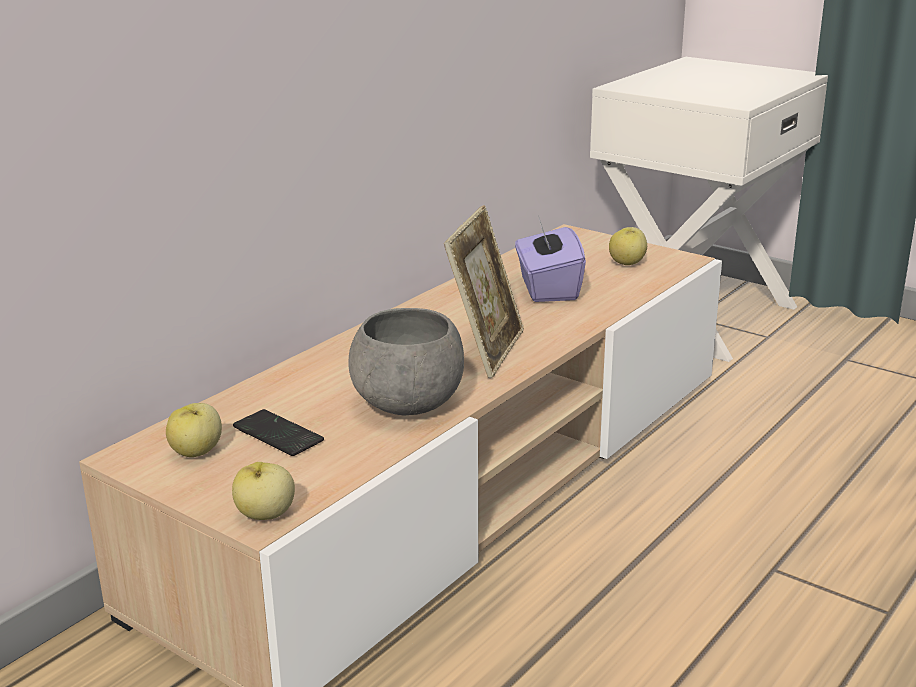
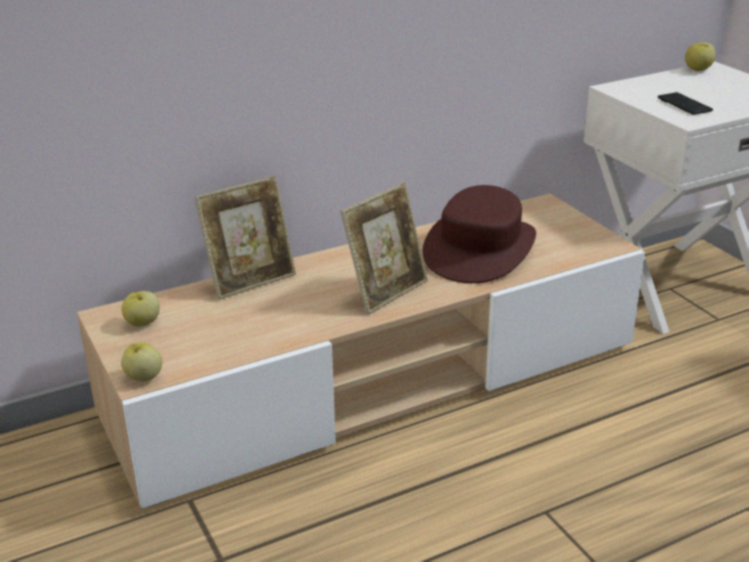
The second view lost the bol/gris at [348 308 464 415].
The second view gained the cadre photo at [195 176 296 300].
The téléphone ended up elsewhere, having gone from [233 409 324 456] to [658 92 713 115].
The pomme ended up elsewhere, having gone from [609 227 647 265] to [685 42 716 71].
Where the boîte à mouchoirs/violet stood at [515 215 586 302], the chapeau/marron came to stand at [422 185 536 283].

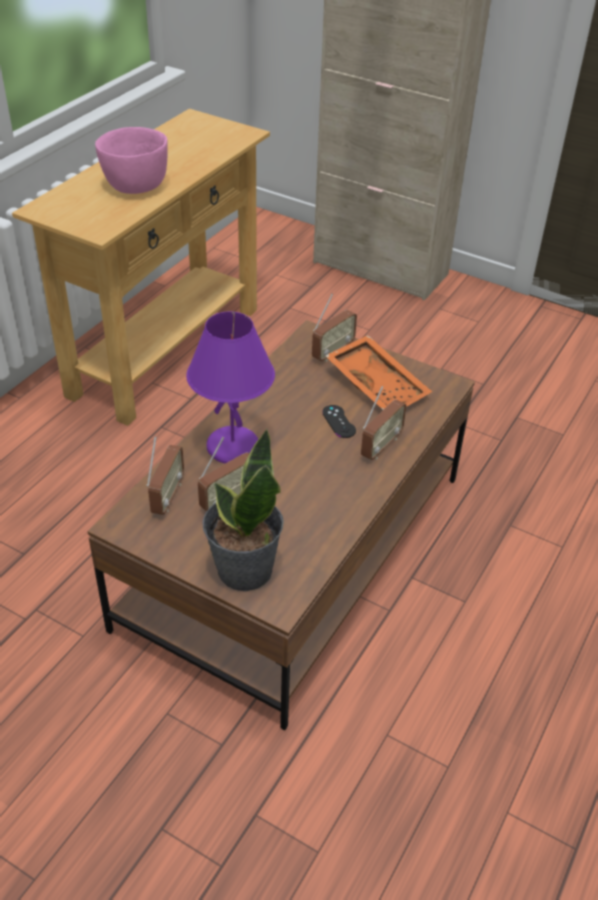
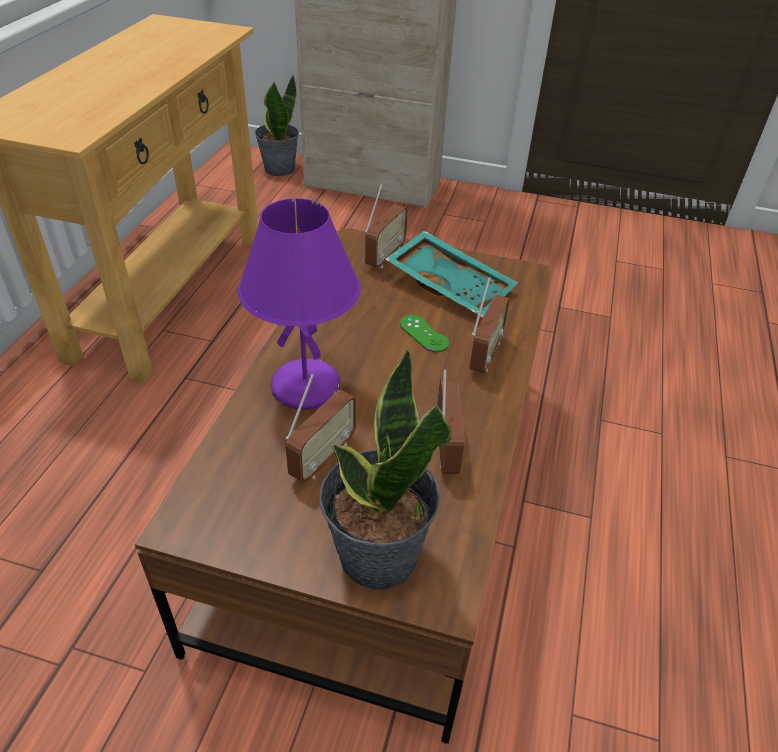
The second view lost the bol/rose at [95 127 168 194].
The second view gained the plante en pot at [255 75 299 177].
The radio ended up elsewhere, having gone from [146 436 184 515] to [437 370 464 474].
What was the manette/noir at [322 405 356 438] turned into the manette/vert at [400 315 449 352].
What was the plateau/orange at [325 335 432 410] turned into the plateau/turquoise at [385 230 518 317].

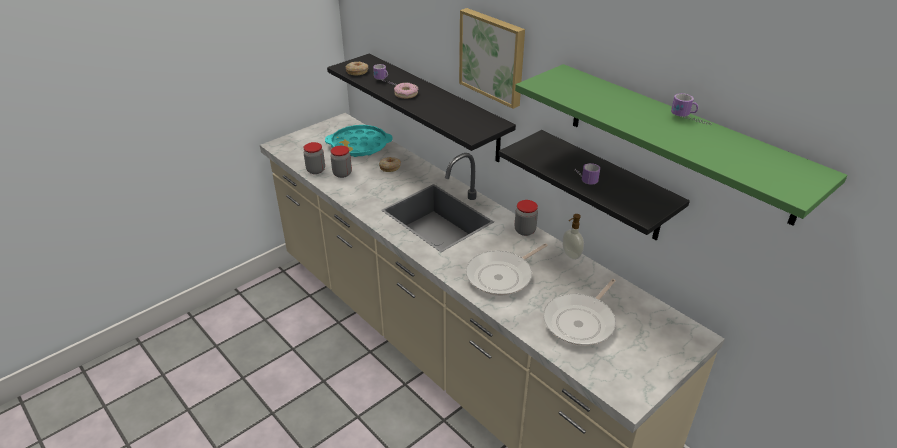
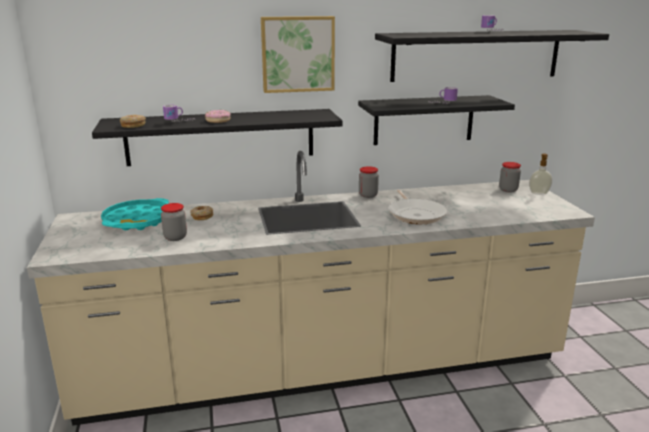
The second view lost the poêle at [543 279 616 346].
The bocal ended up elsewhere, having gone from [303 142 325 174] to [499 162 521 193].
The distributeur de savon ended up elsewhere, having gone from [562 214 584 260] to [529 154 552 195].
What was the étagère/vert at [515 64 847 226] turned into the étagère/noir at [375 30 609 82].

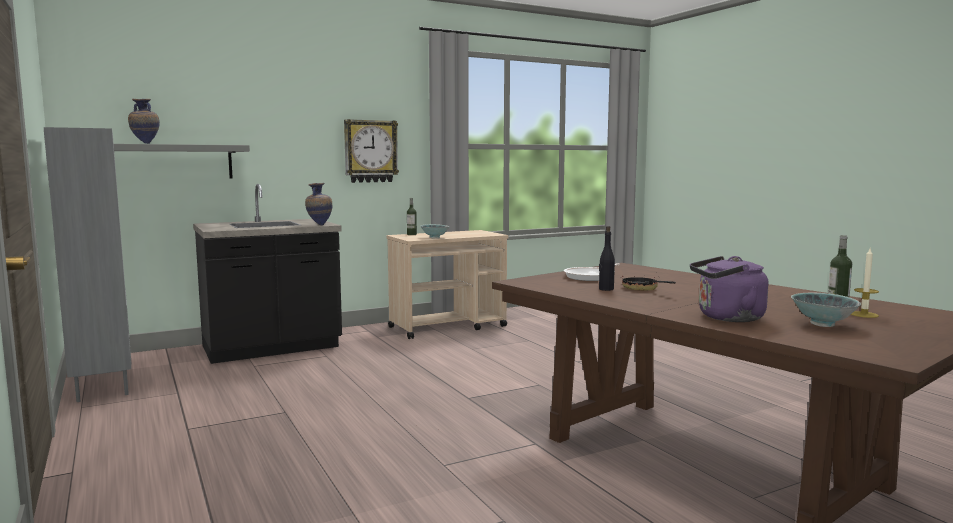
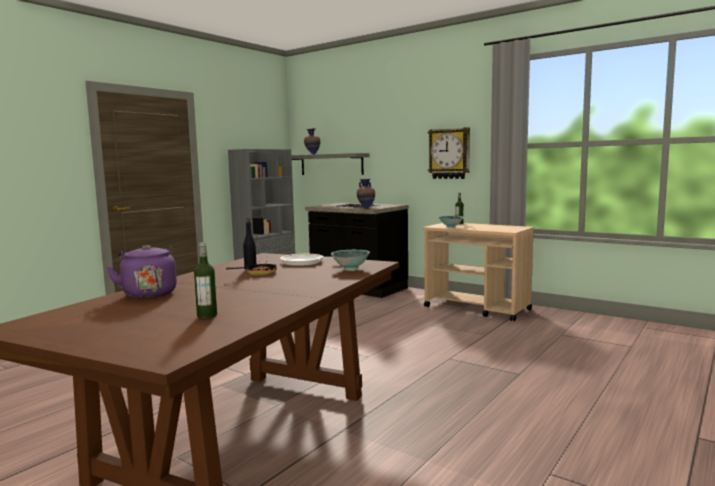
The second view lost the bougie at [851 248 879 318].
The bol ended up elsewhere, having gone from [791 293 861 327] to [331 250 370 271].

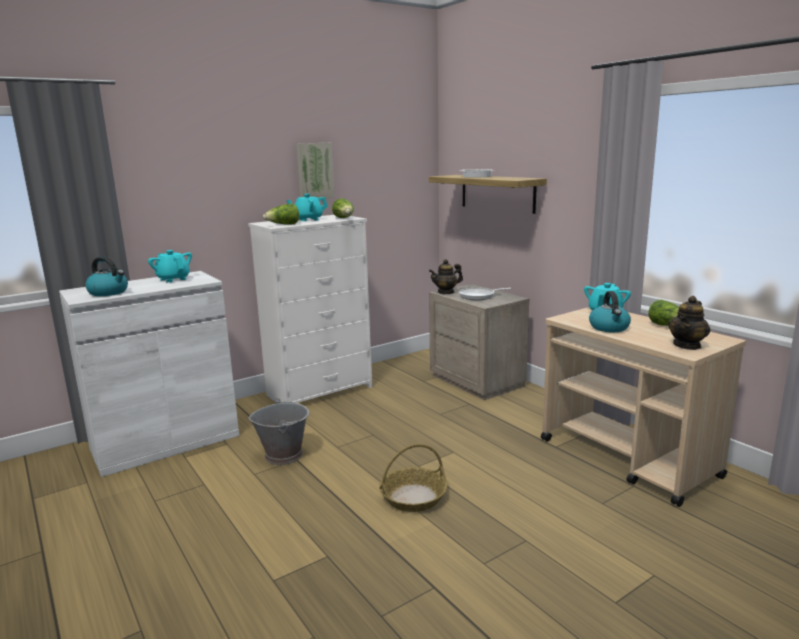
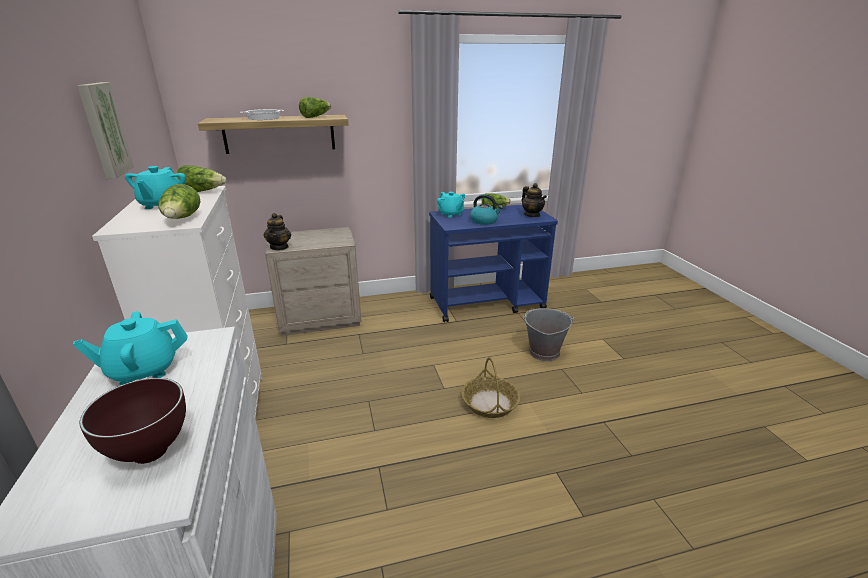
The second view lost the poêle at [459 288 511 300].
The second view gained the laitue at [299 97 331 118].
The seau/gris ended up elsewhere, having gone from [249 398 310 465] to [522 308 574 361].
Where the bouilloire stood at [85 256 128 296], the bol/marron came to stand at [80 378 186 464].
What was the chariot/beige at [541 307 746 507] turned into the chariot/bleu at [429 205 558 322].

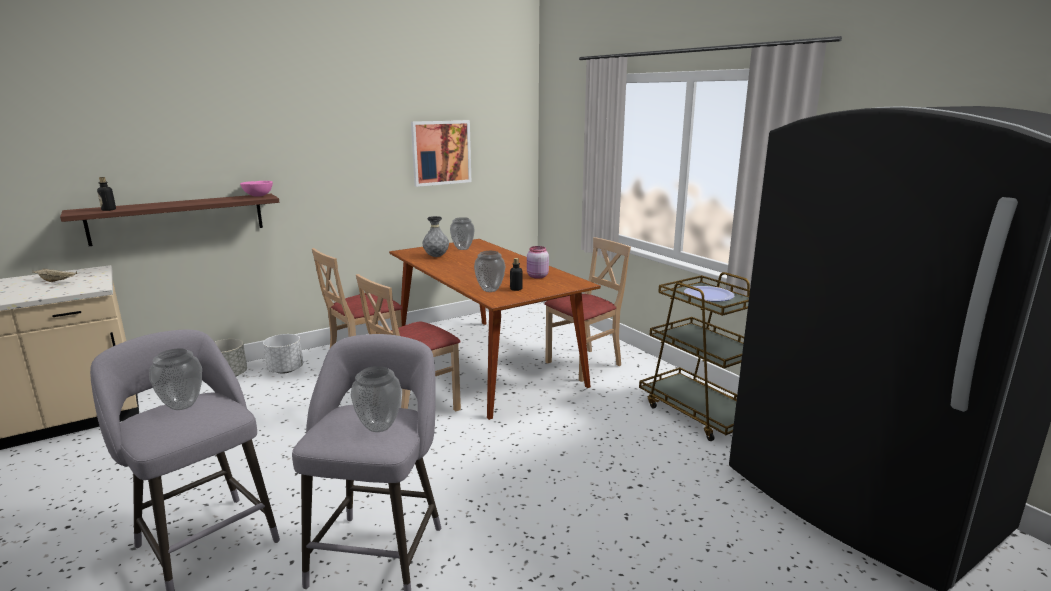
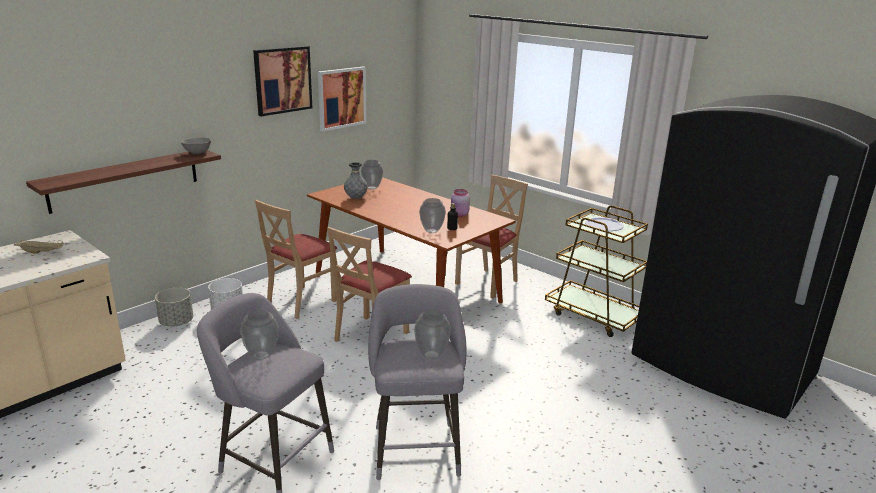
The second view lost the bouteille at [97 177 116 211].
The second view gained the tableau at [253 46 312 116].
What was the bol/rose at [240 181 273 197] turned into the bol/gris at [181 137 211 154].

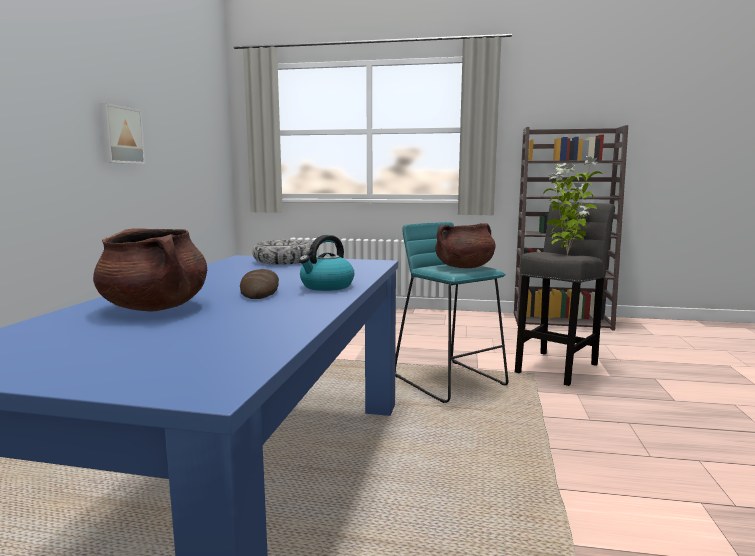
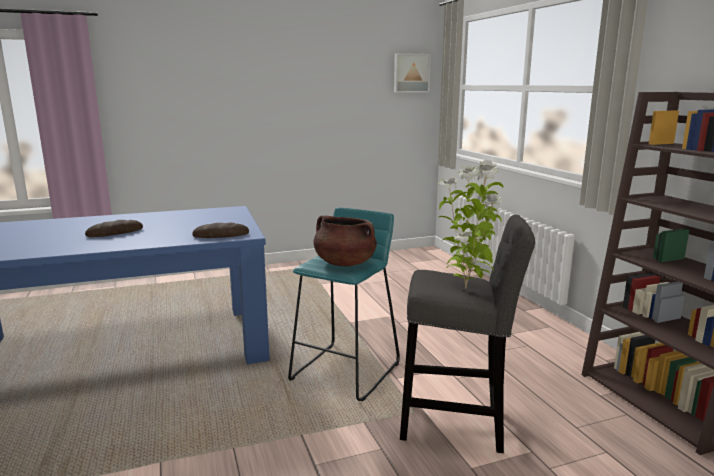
The second view lost the marmite/marron at [93 228 207 312].
The second view lost the bol at [252 240 311 265].
The second view lost the bouilloire at [299 235 354 291].
The second view gained the pain at [192 223 249 238].
The tableau ended up elsewhere, having gone from [99 103 146 164] to [394 53 431 93].

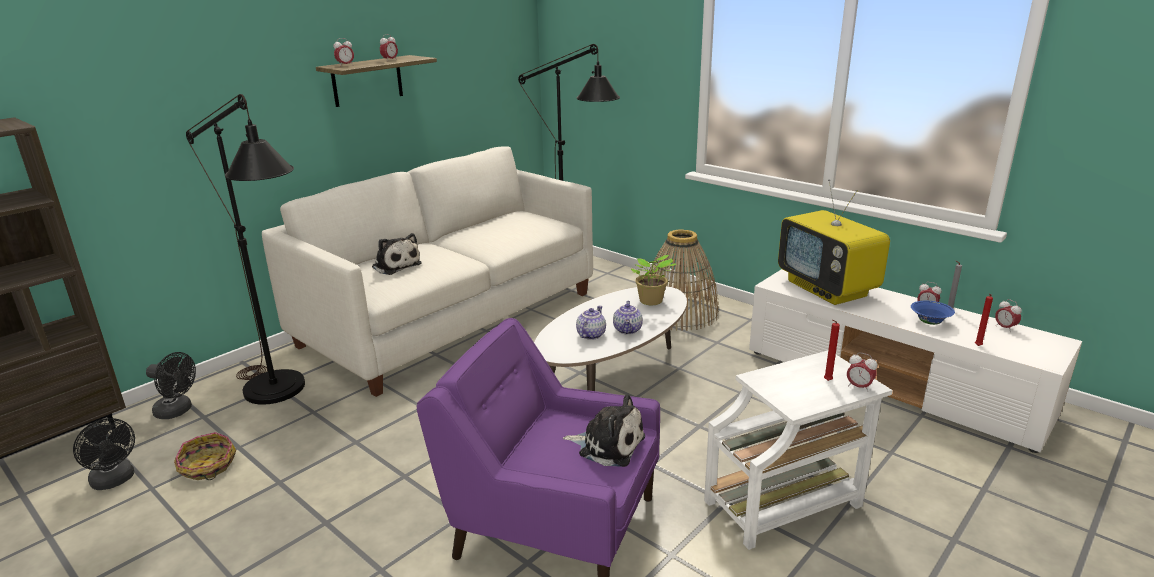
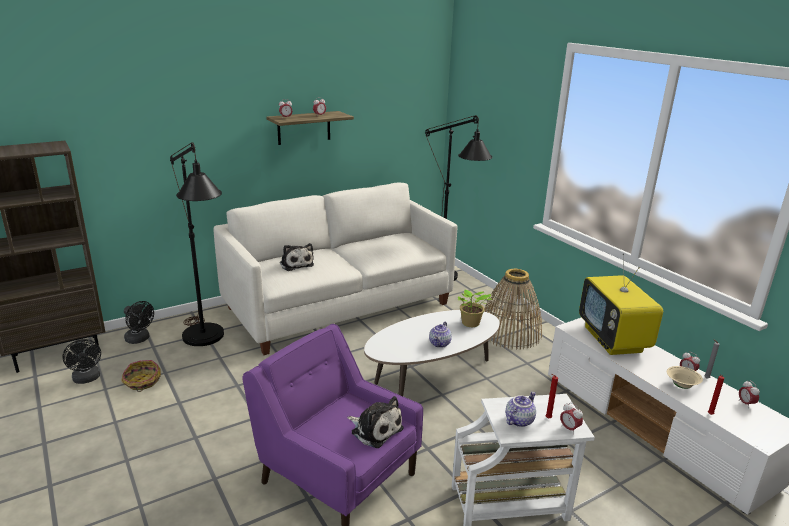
The théière ended up elsewhere, having gone from [576 306 606 340] to [506 392 536 427].
What was the bol/bleu at [911 301 955 325] turned into the bol/beige at [667 366 703 389].

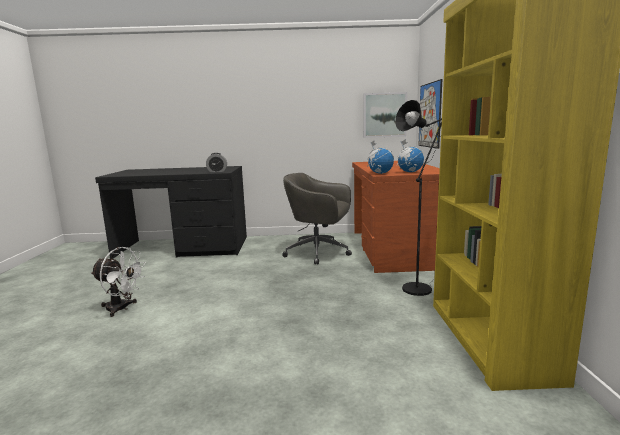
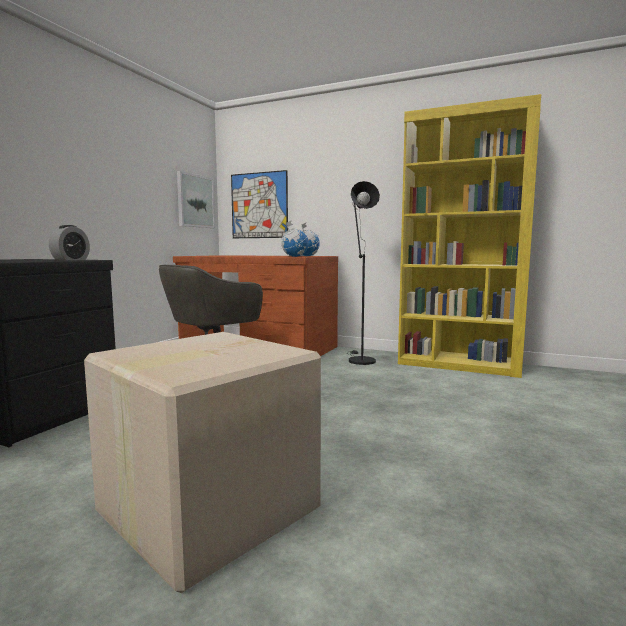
Where the ventilateur/blanc stood at [91 247 146 317], the carton came to stand at [84 332 321 593].

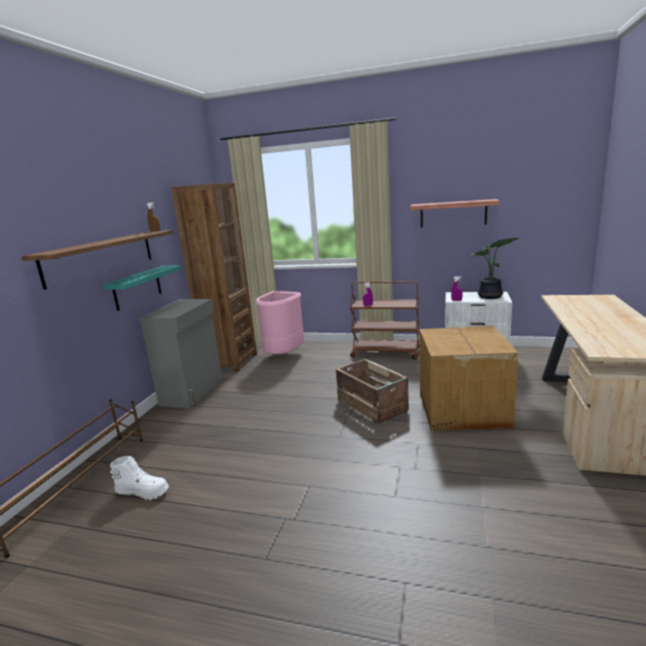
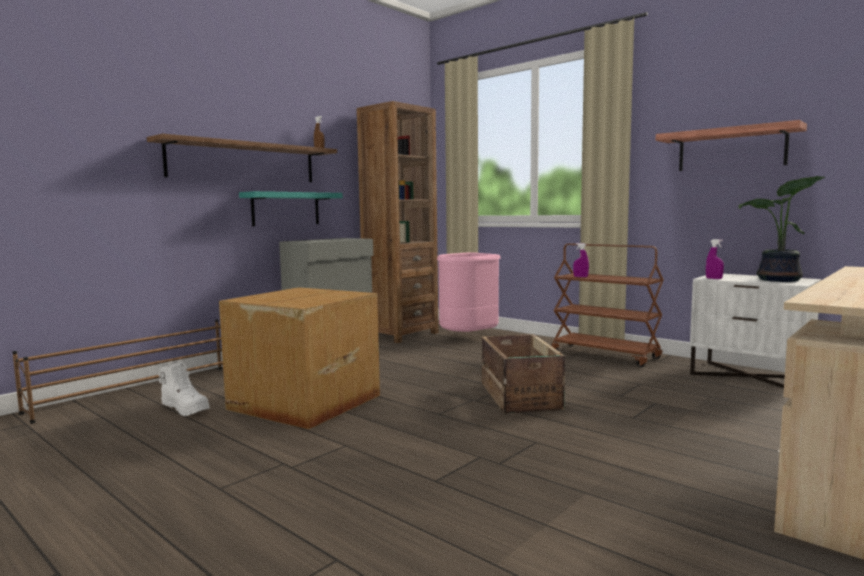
The carton ended up elsewhere, having gone from [419 326 519 430] to [219 287 380 429].

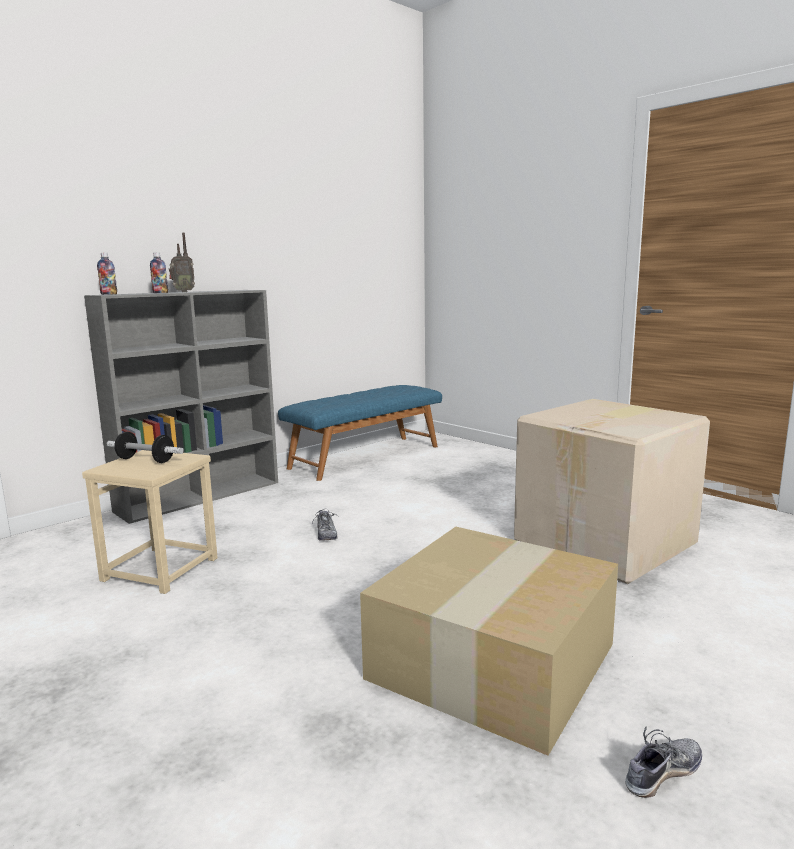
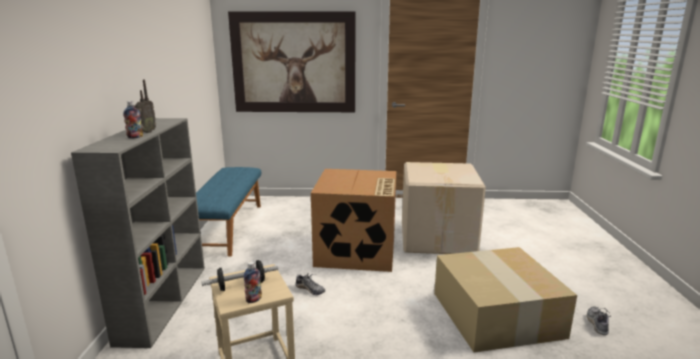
The second view gained the tableau at [228 11 356 112].
The second view gained the carton at [311 169 396 272].
The bouteille ended up elsewhere, having gone from [97 253 117 295] to [244 261 262 303].

